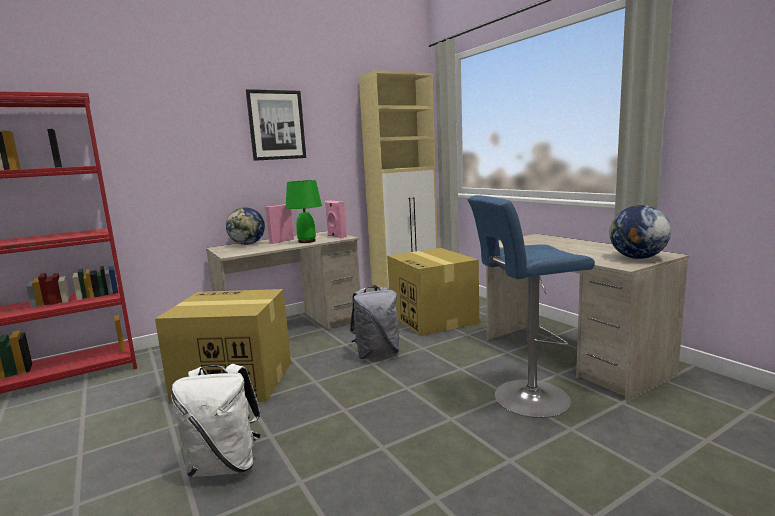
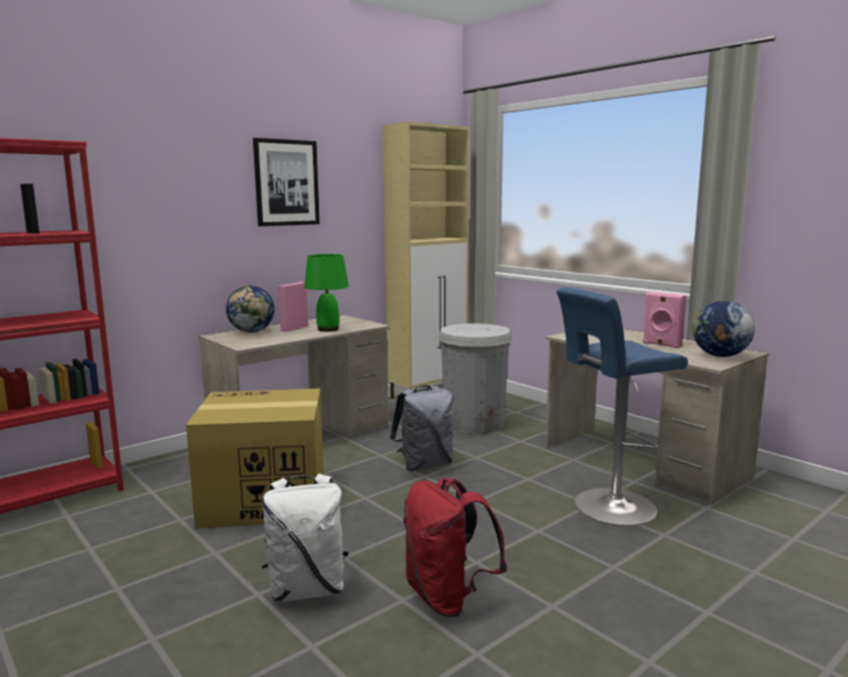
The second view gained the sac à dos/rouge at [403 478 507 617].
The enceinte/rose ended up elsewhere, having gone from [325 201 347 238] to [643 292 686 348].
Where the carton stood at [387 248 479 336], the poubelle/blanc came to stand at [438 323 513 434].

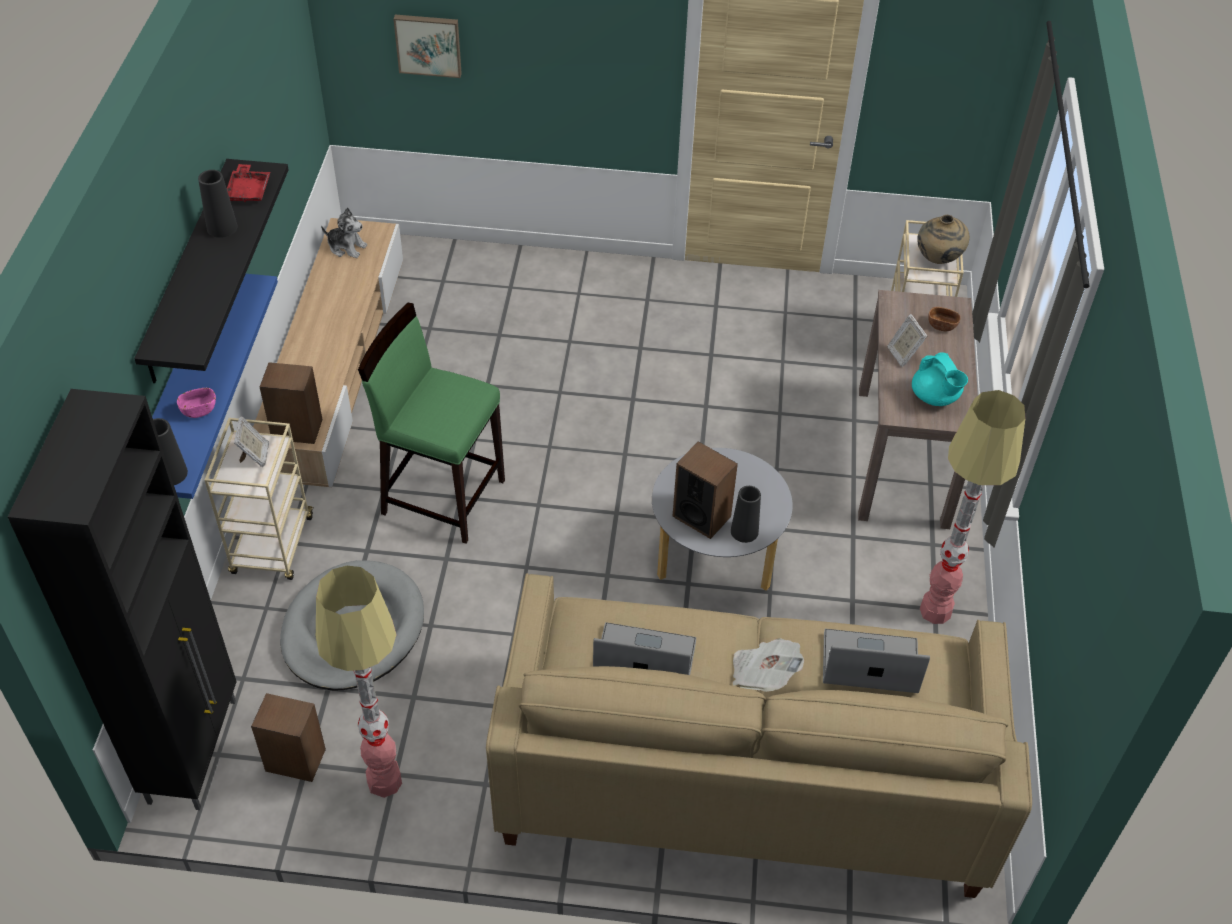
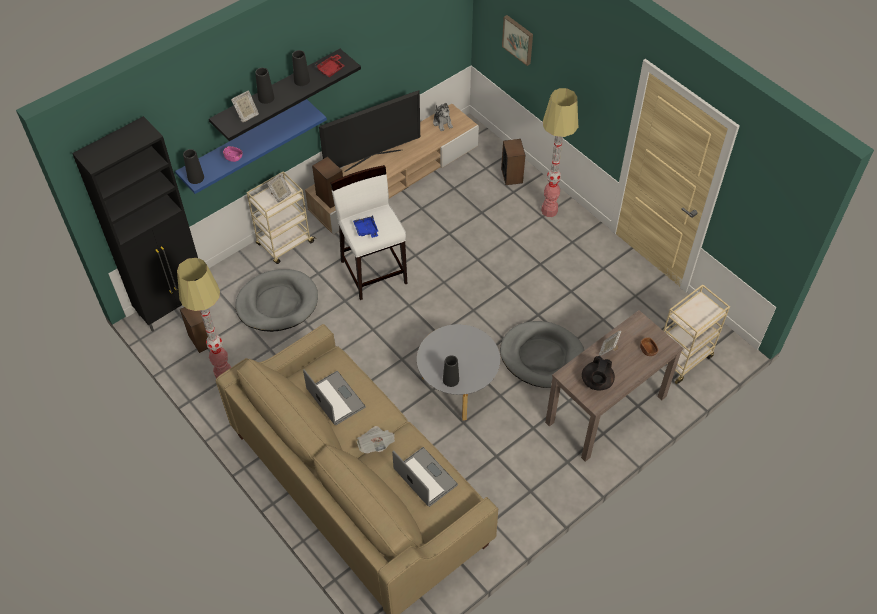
The second view lost the vase/beige at [917 215 970 264].
The second view gained the cadre photo at [231 91 259 123].
The second view gained the vase/noir at [255 68 275 104].
The second view gained the téléviseur at [319 90 420 172].
The second view gained the plateau/bleu at [353 215 378 238].
The second view gained the panier pour chien/gris at [500 321 585 388].
The enceinte ended up elsewhere, having gone from [672 441 738 539] to [501 139 526 185].
The lampadaire ended up elsewhere, having gone from [920 390 1026 624] to [541 88 578 217].
What was the tabouret/vert at [358 303 505 544] turned into the tabouret/blanc at [330 165 407 300].
What was the théière/turquoise at [912 352 968 406] turned into the théière/noir at [582 356 615 390].

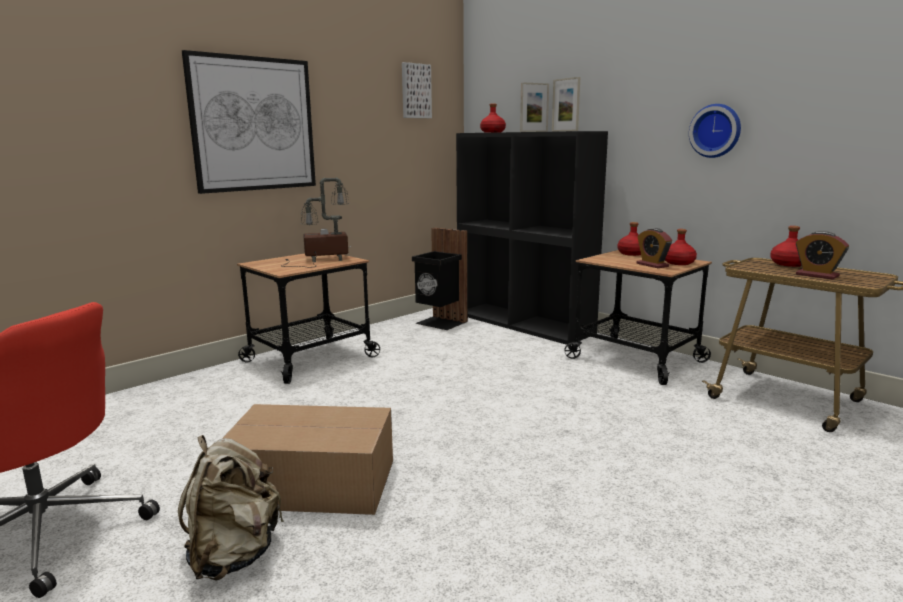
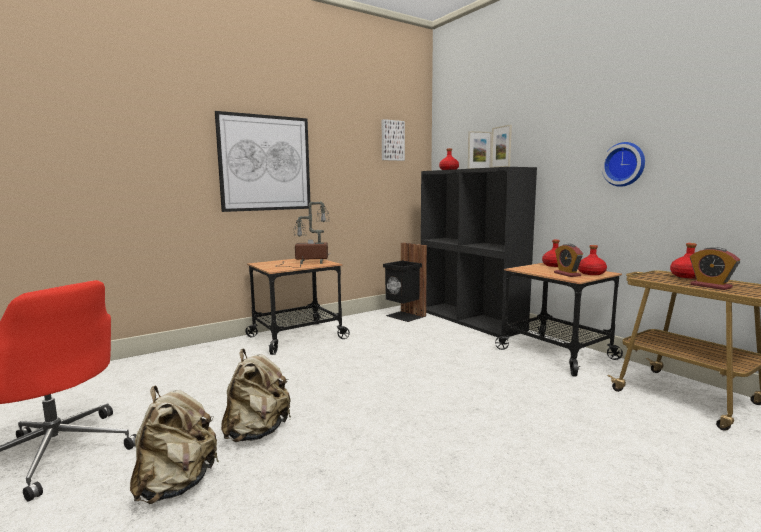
Where the carton stood at [221 404 393 515], the sac à dos/beige came to stand at [221 349 291 442].

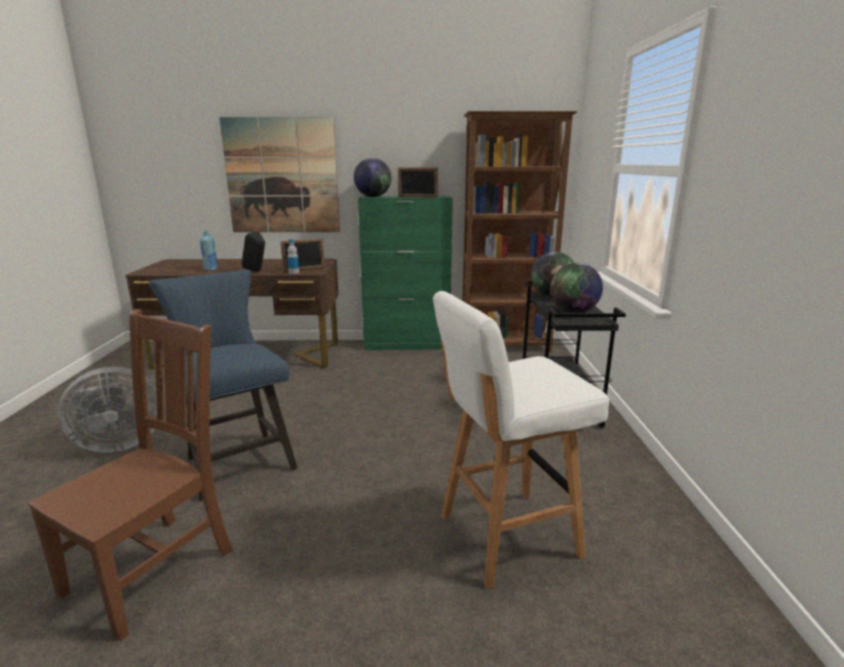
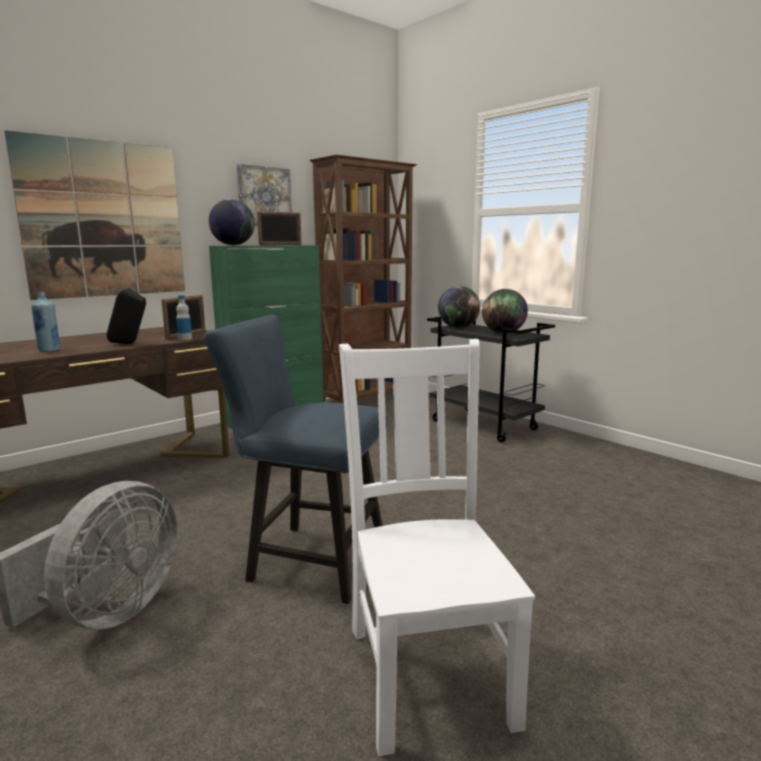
The second view lost the tabouret/blanc at [433 291 609 589].
The second view gained the tableau at [236 164 292 226].
What was the chaise/marron at [28 309 233 641] turned into the chaise/blanc at [339 339 535 756].

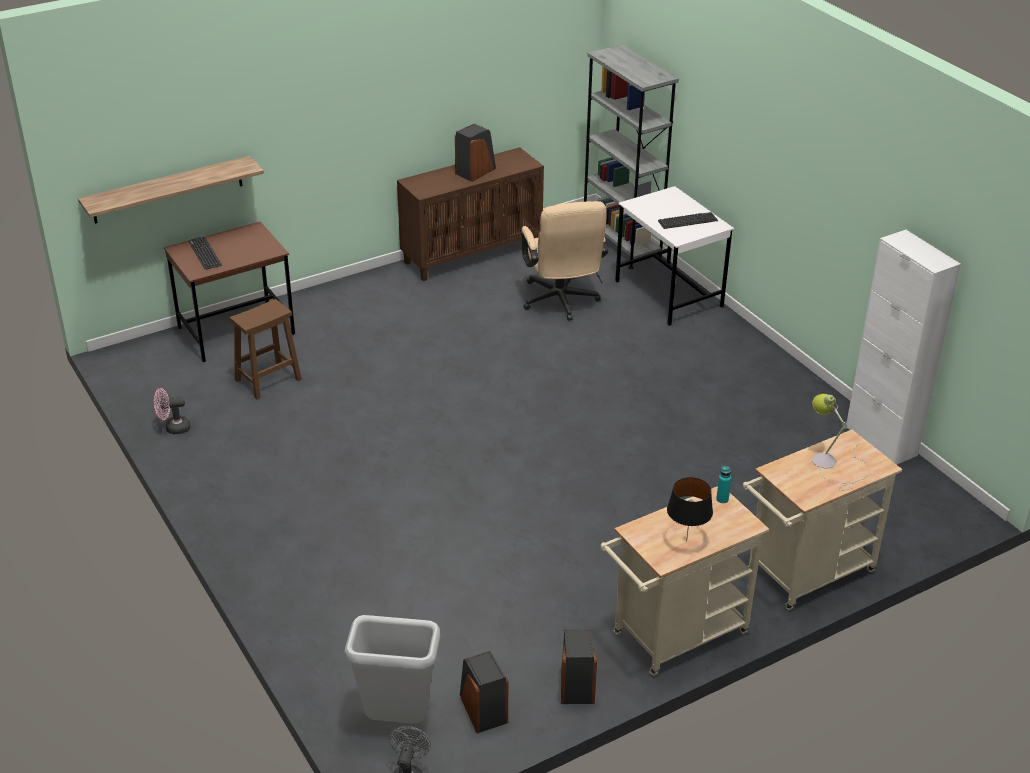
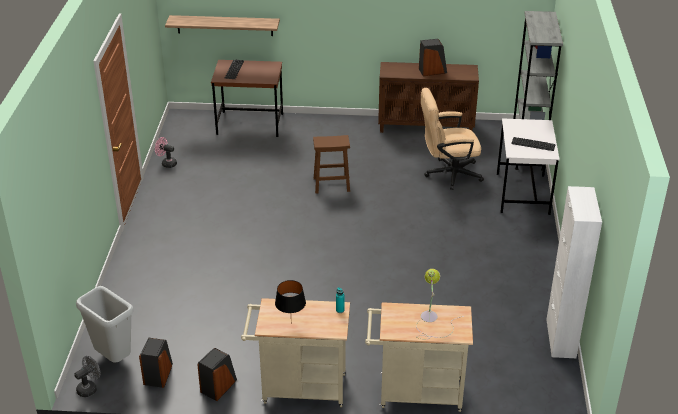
The tabouret/marron ended up elsewhere, having gone from [230 299 302 399] to [313 135 350 194].
The chaise de bureau/beige at [521 201 608 321] ended up facing another way, 60 degrees clockwise from before.

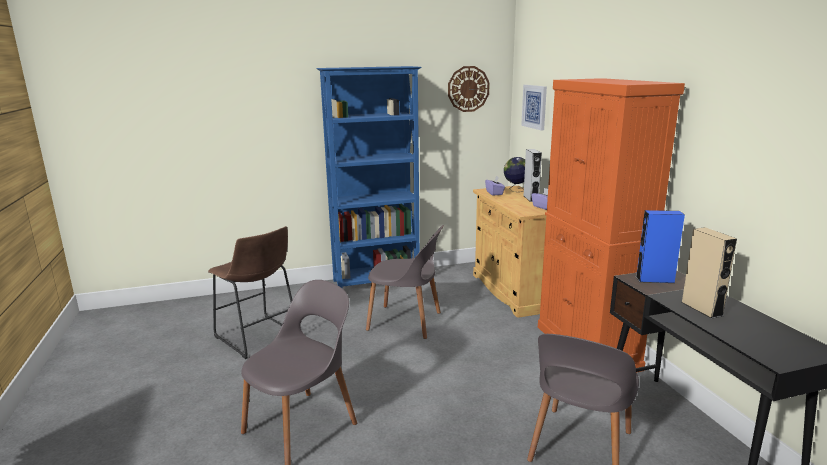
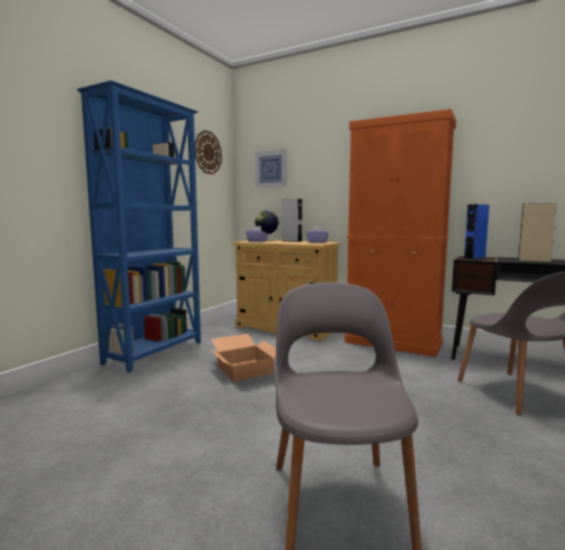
The second view lost the tabouret/marron at [208 226 292 359].
Where the chaise/gris stood at [366 225 444 339], the carton came to stand at [210 334 276 382].

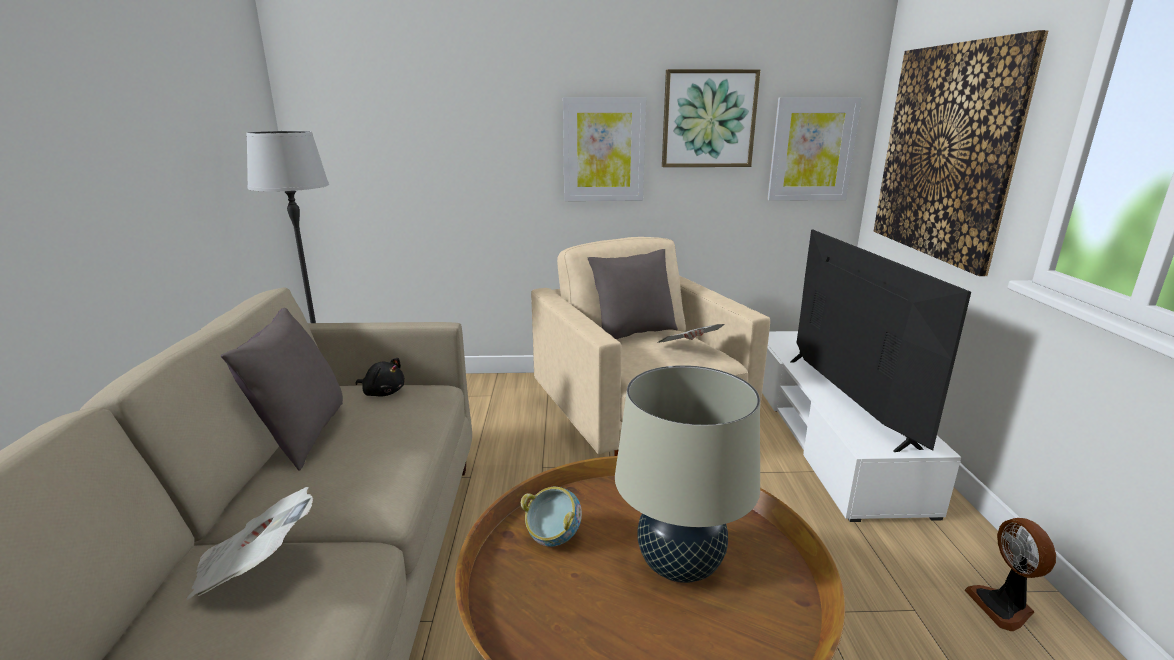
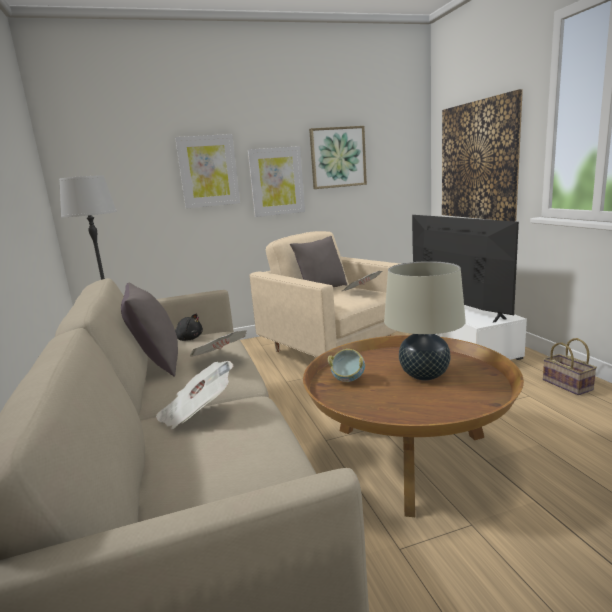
The second view gained the journal at [190 331 247 357].
The tableau ended up elsewhere, having gone from [767 97 862 201] to [175 134 240 209].
Where the ventilateur stood at [965 518 1056 631], the panier came to stand at [543 338 597 395].

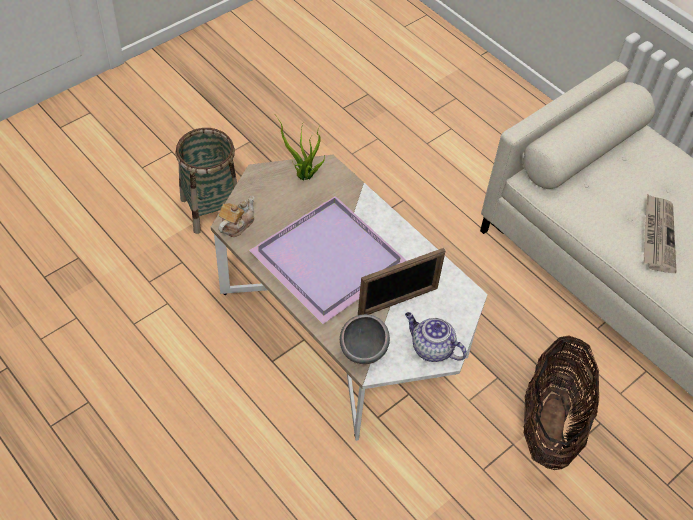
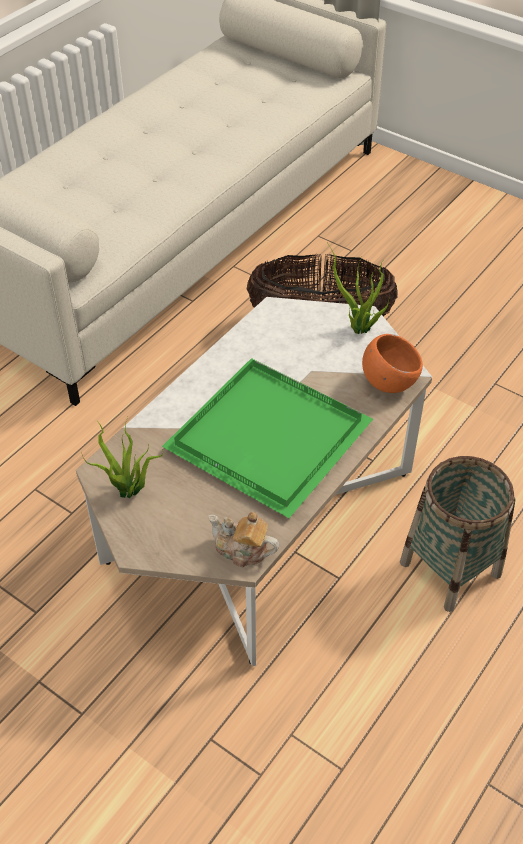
The second view lost the cadre photo at [358 248 446 315].
The second view lost the journal at [644 194 676 273].
The panier ended up elsewhere, having gone from [176 128 237 234] to [400 456 516 612].
Where the théière stood at [405 312 467 362], the plante en pot came to stand at [328 244 390 334].
What was the plateau/violet at [249 196 407 324] turned into the plateau/vert at [162 358 373 518].
What was the bol/gris at [340 314 390 364] turned into the bol/orange at [362 334 423 393].

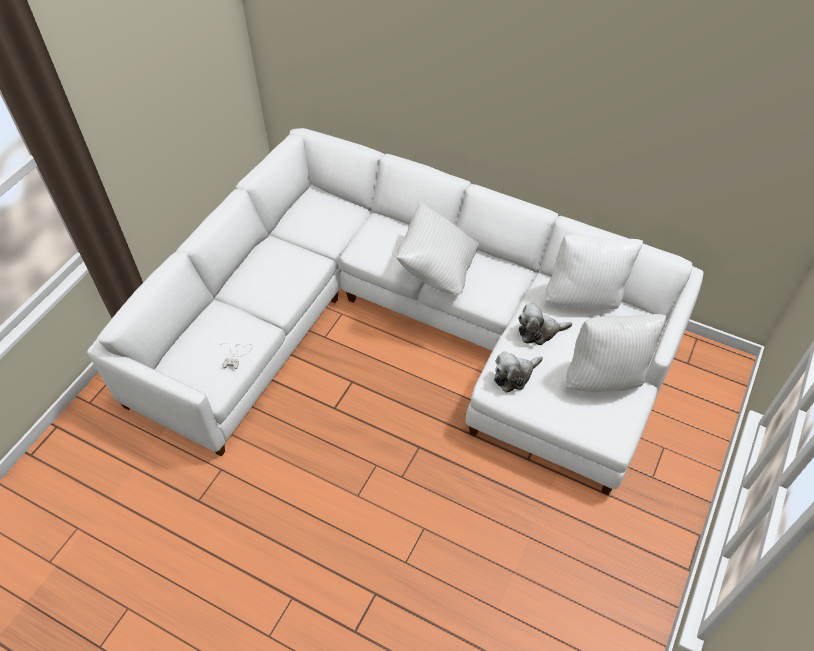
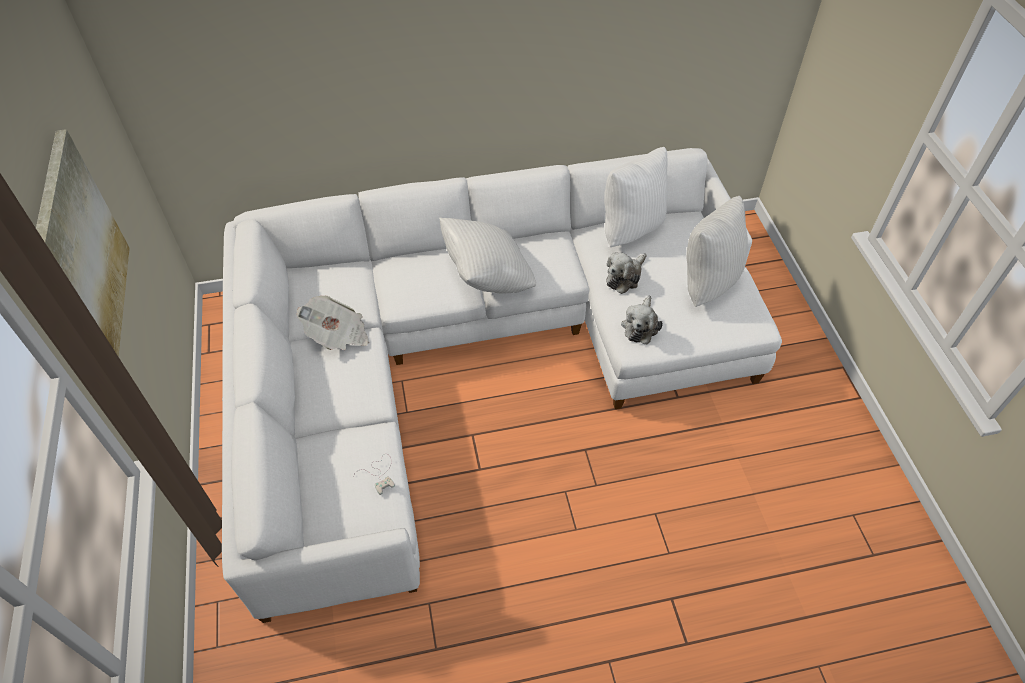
The second view gained the tableau at [36 129 130 357].
The second view gained the journal at [297 296 369 350].

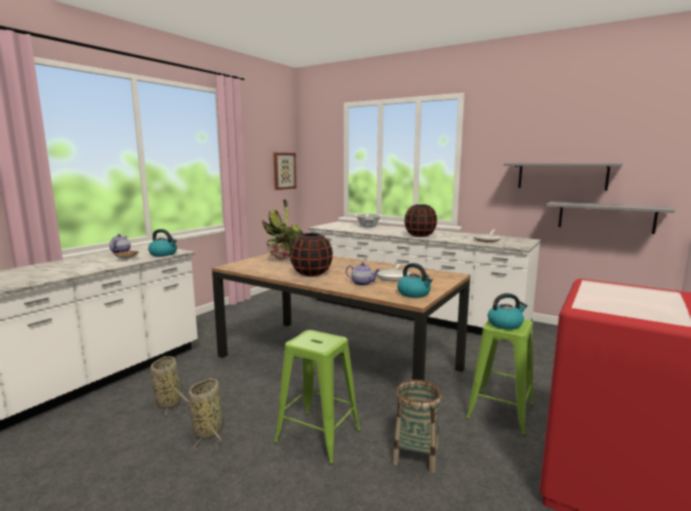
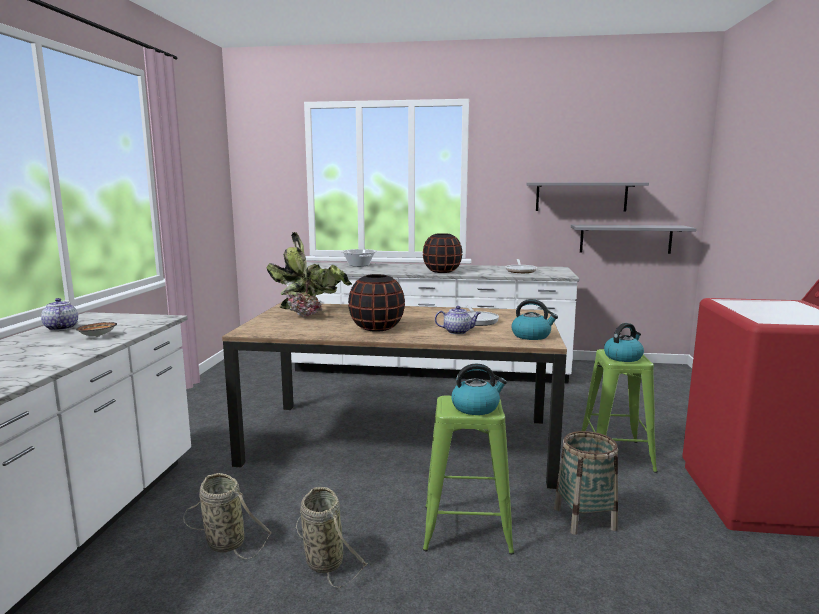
The second view lost the tableau at [273 153 296 190].
The bouilloire ended up elsewhere, having gone from [148 229 177 256] to [451 364 507 415].

